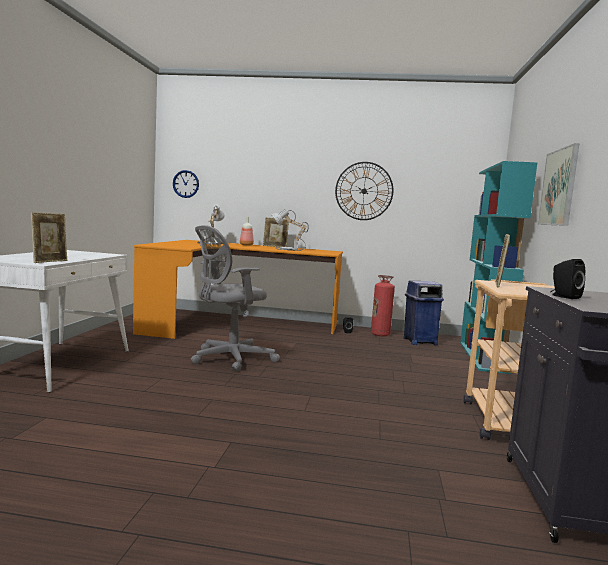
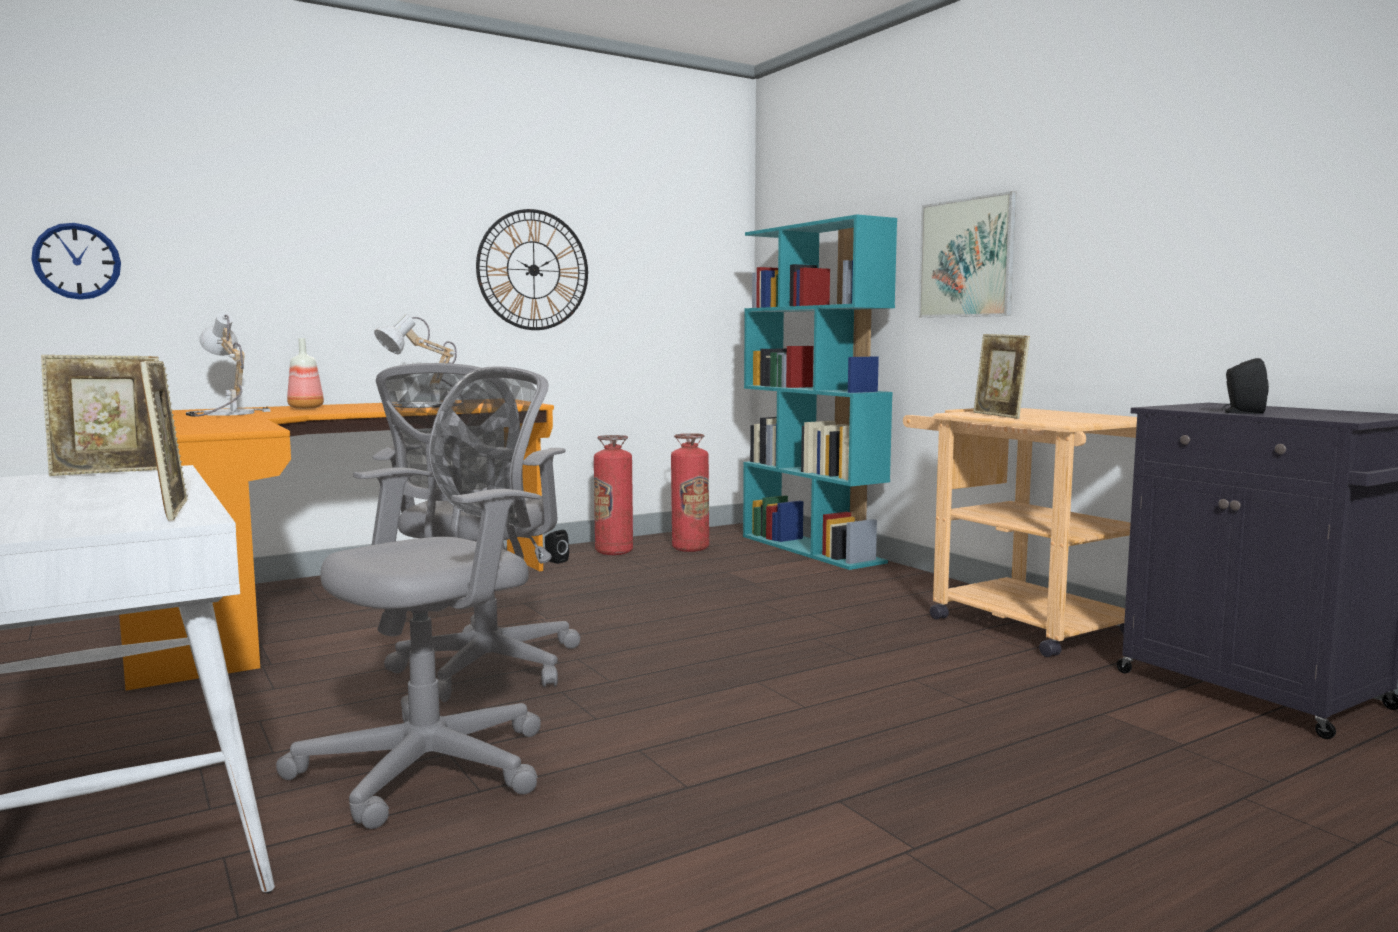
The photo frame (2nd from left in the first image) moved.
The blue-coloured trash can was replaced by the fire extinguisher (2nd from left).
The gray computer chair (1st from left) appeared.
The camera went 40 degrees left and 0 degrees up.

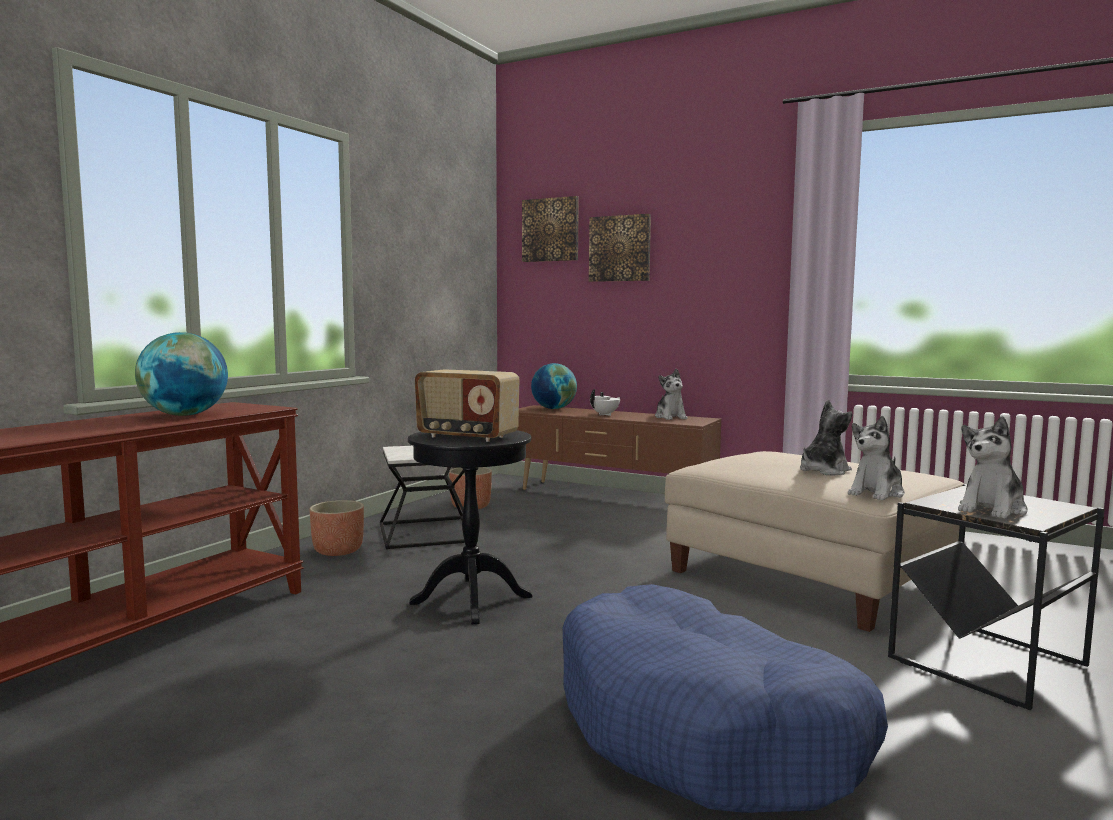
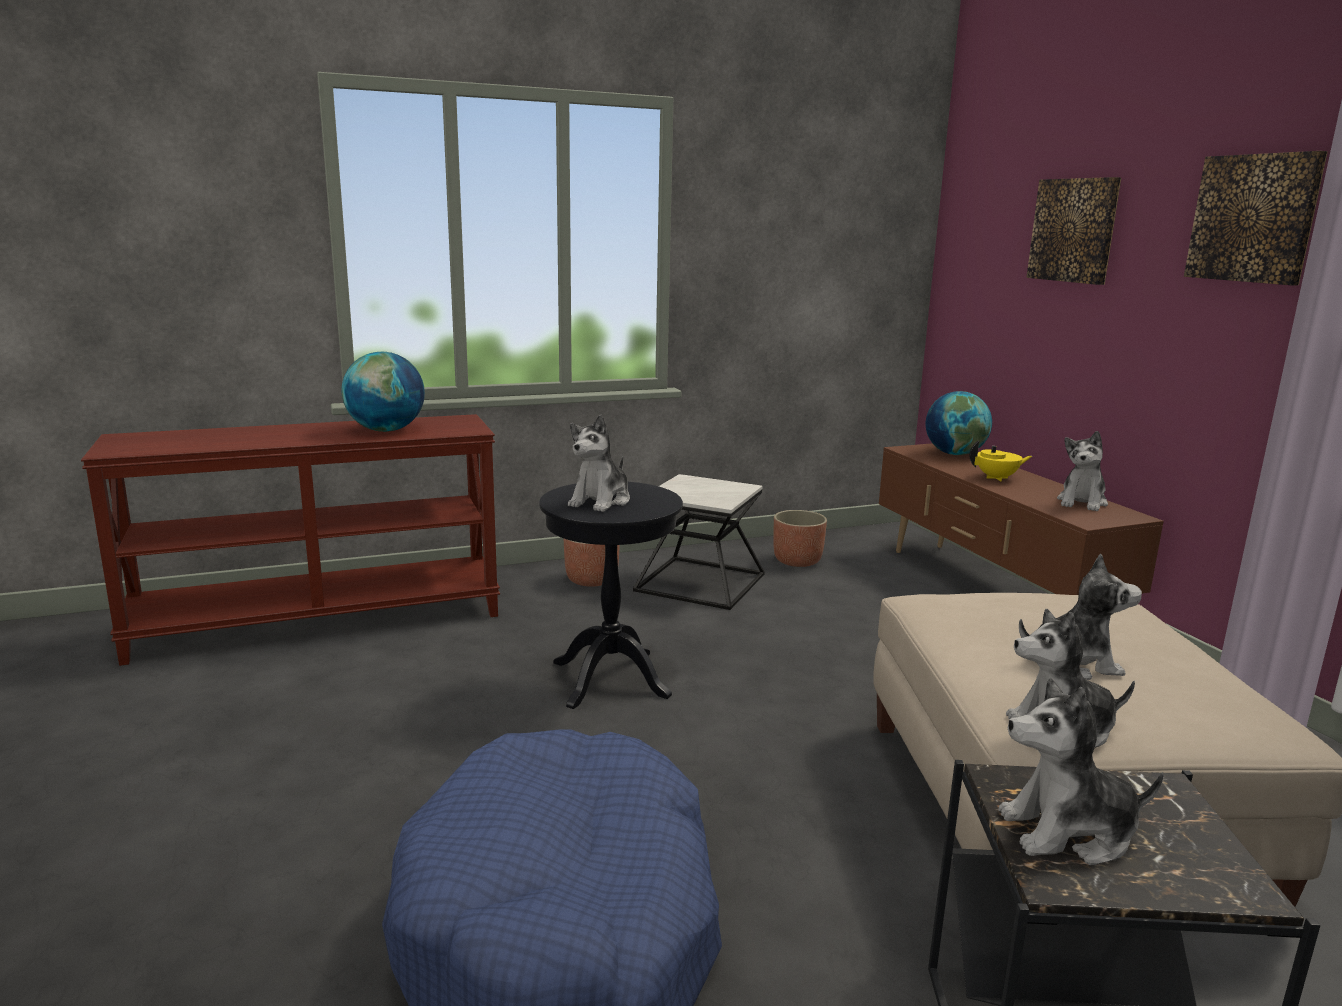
The radio was replaced by the plush toy (1st from left).
The wall picture (1st from left in the first image) moved.
The white pot for tea became the yellow-coloured pot for tea.
The camera went 40 degrees right and 10 degrees up.

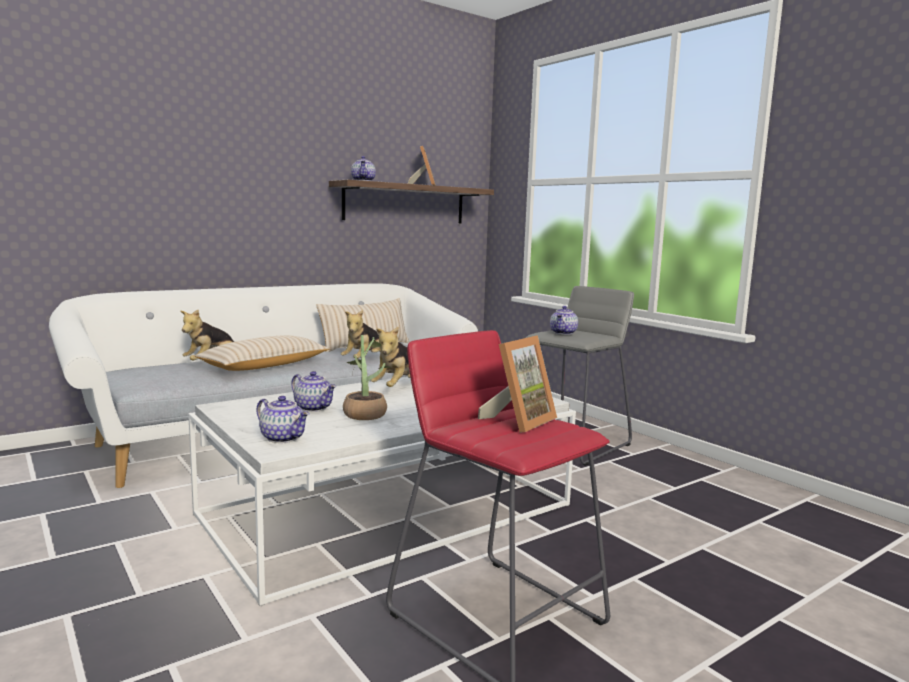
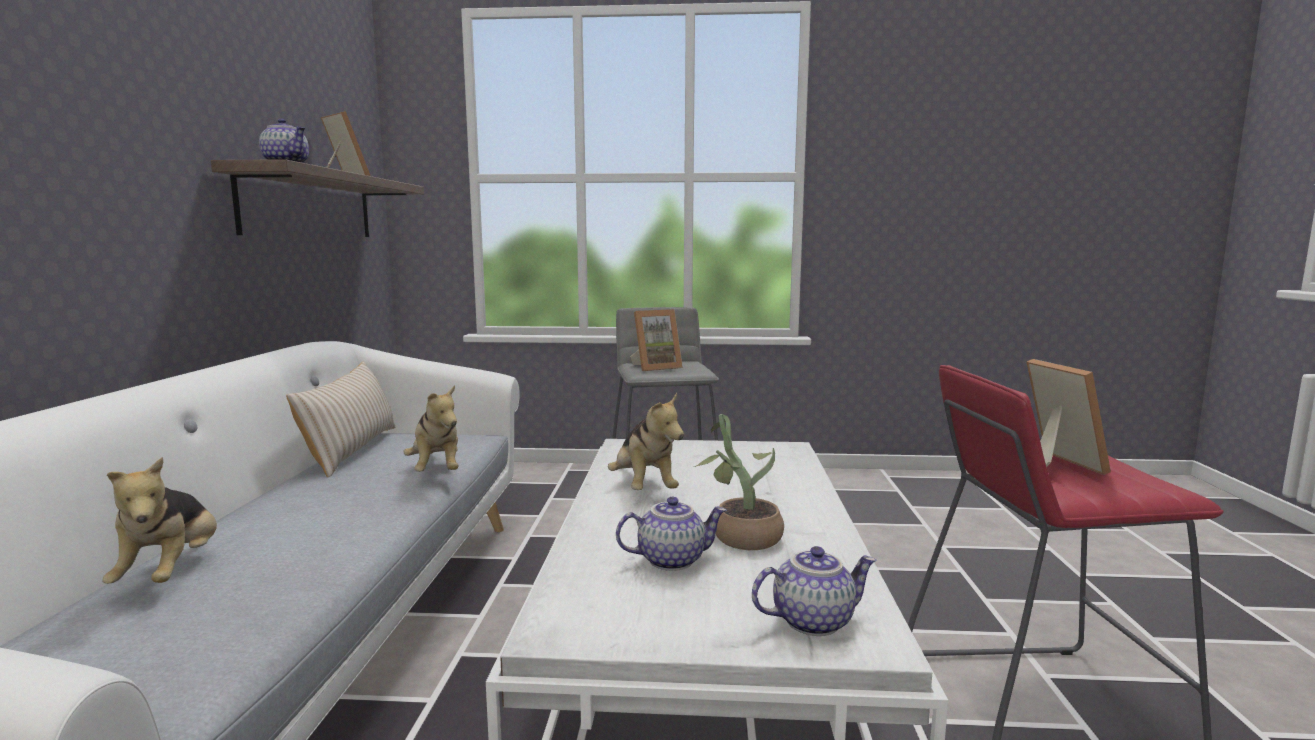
The sand-coloured cushion (1st from left) disappeared.
The pot for tea (4th from left) was replaced by the photo frame (2nd from left).
The camera went 50 degrees left and 0 degrees up.

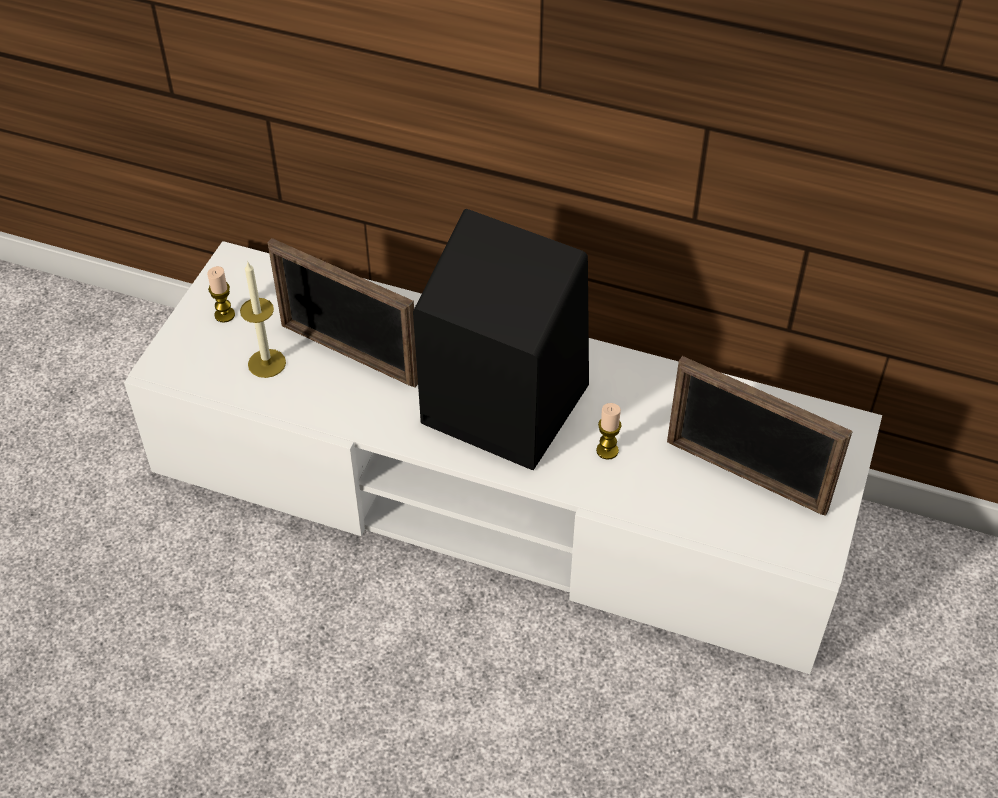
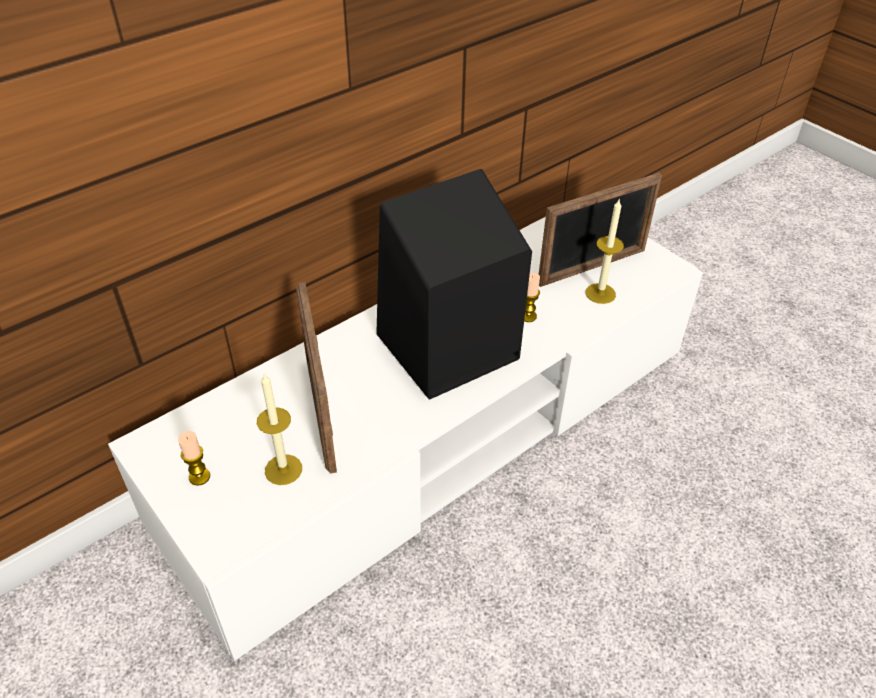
The photo frame (1st from left) turned 105 degrees clockwise.
The candle (4th from left) appeared.
The camera went 60 degrees left and 5 degrees down.

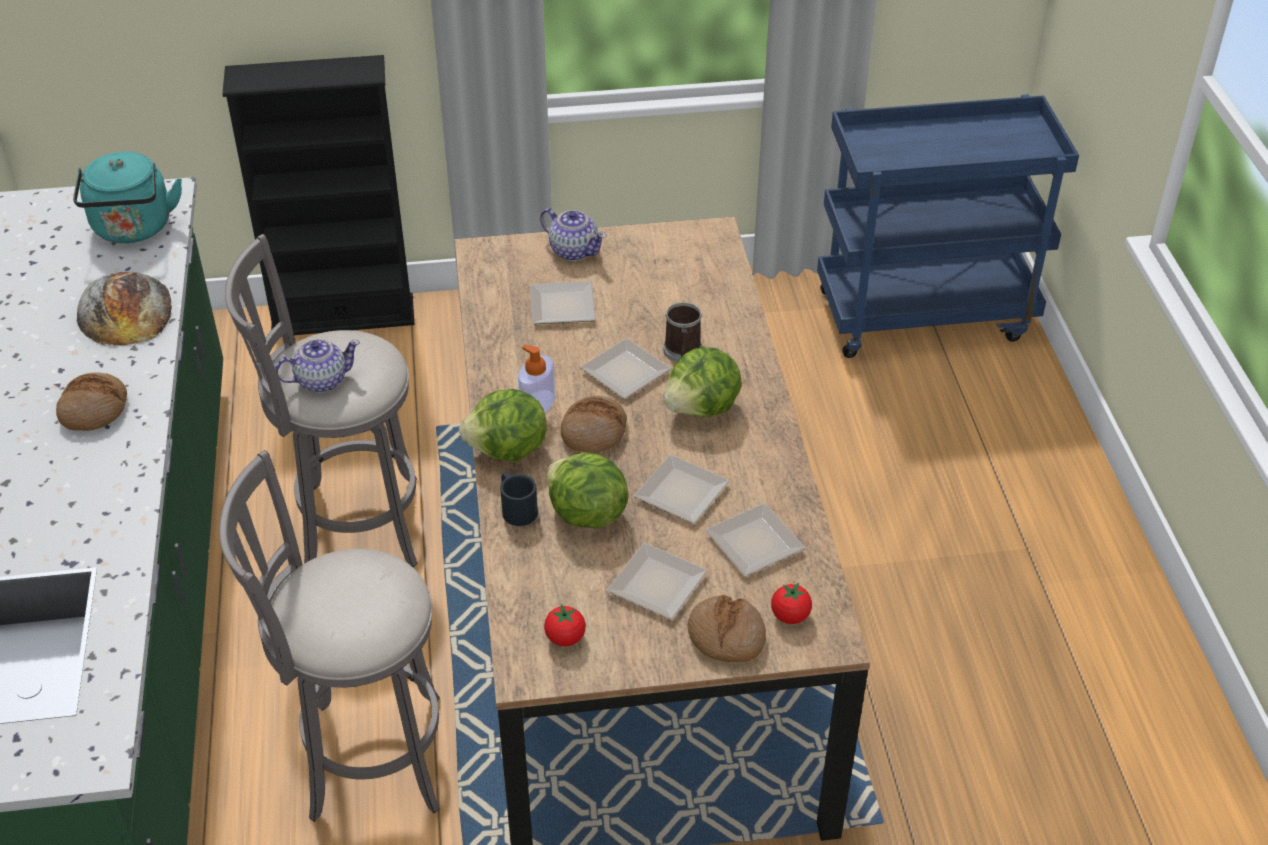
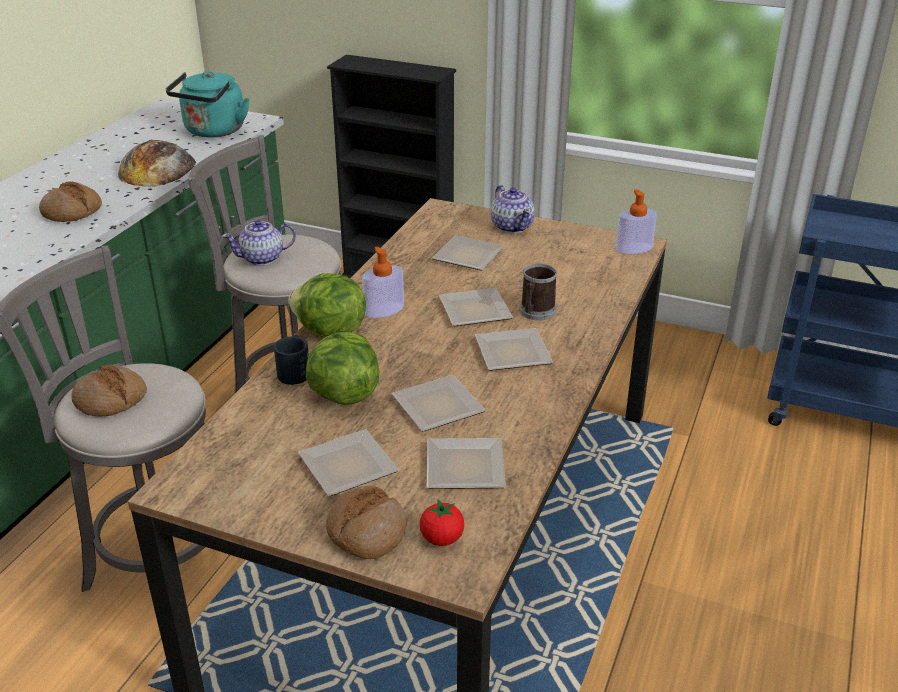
The pot for tea (1st from left) turned 150 degrees clockwise.
The tomato (1st from left) disappeared.
The baked bread (3rd from left in the first image) moved.
The head of lettuce (3rd from left) was replaced by the flat dish (6th from left).
The soap dispenser (2nd from left) appeared.
The camera went 30 degrees right and 10 degrees down.

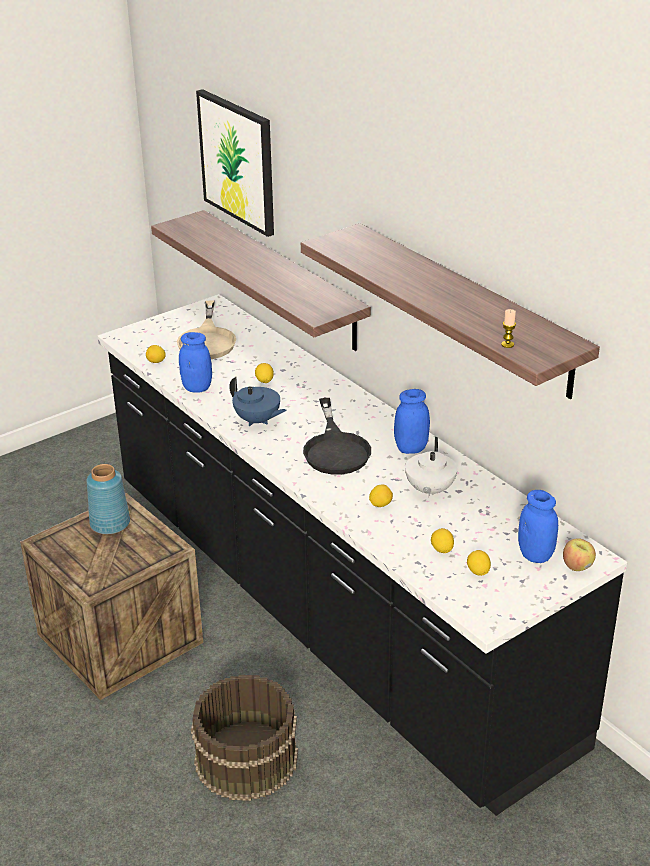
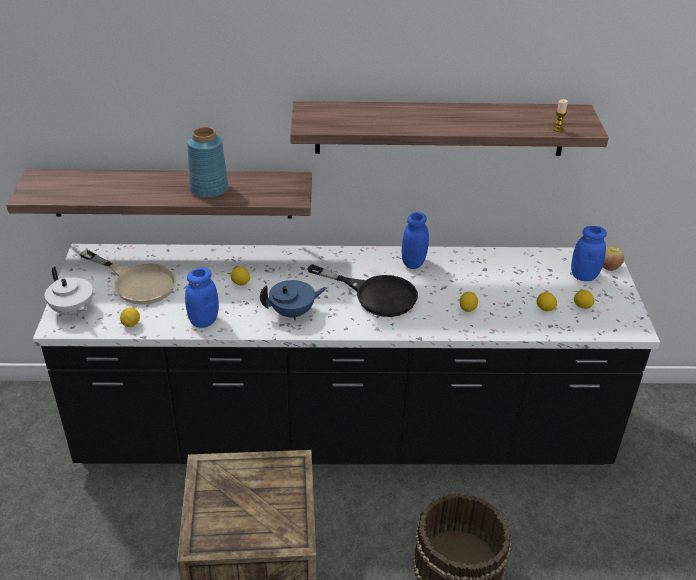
The blue-coloured flower vase moved.
The wall picture disappeared.
The white pot for tea moved.
The camera went 55 degrees left and 5 degrees up.

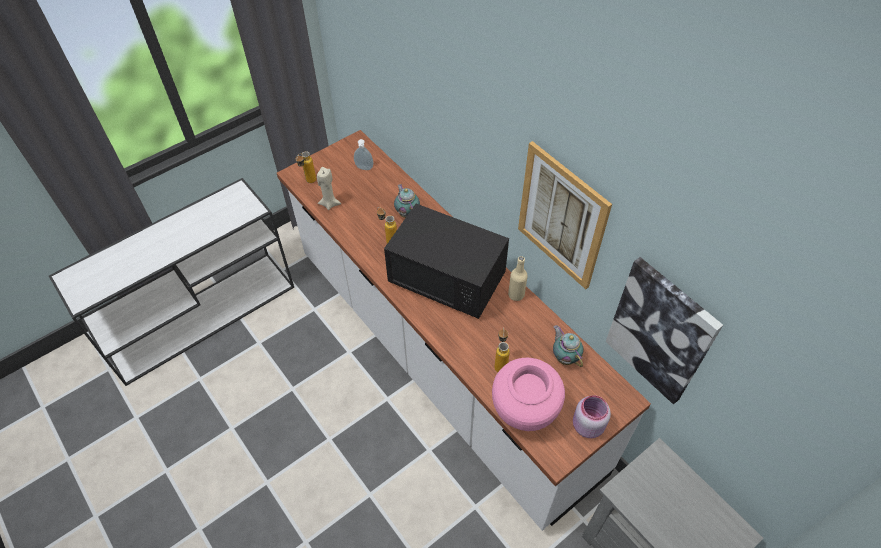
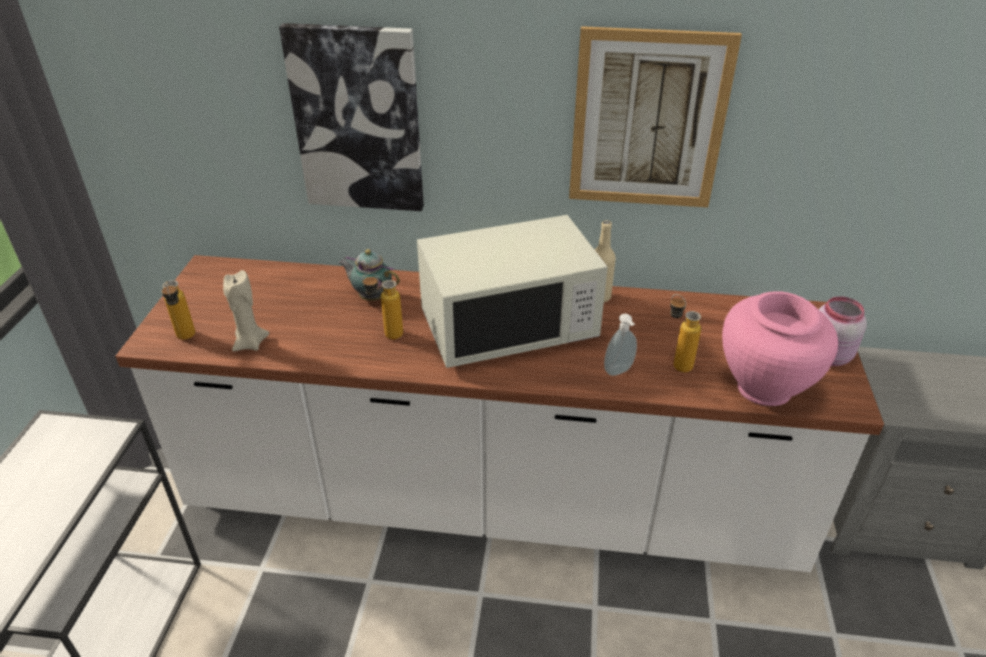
The soap dispenser moved.
The black-coloured kitchen microwave became the white kitchen microwave.
The pot for tea (2nd from left) disappeared.
The wall picture (2nd from left in the first image) moved.
The camera went 45 degrees left and 15 degrees down.

